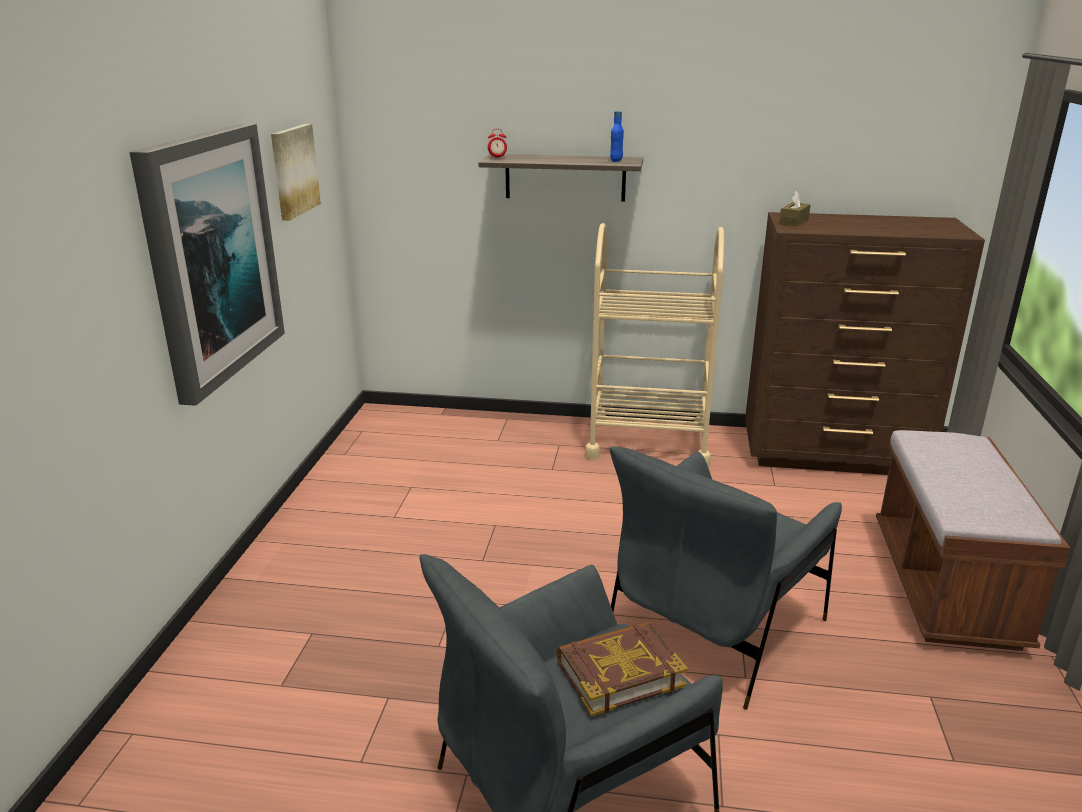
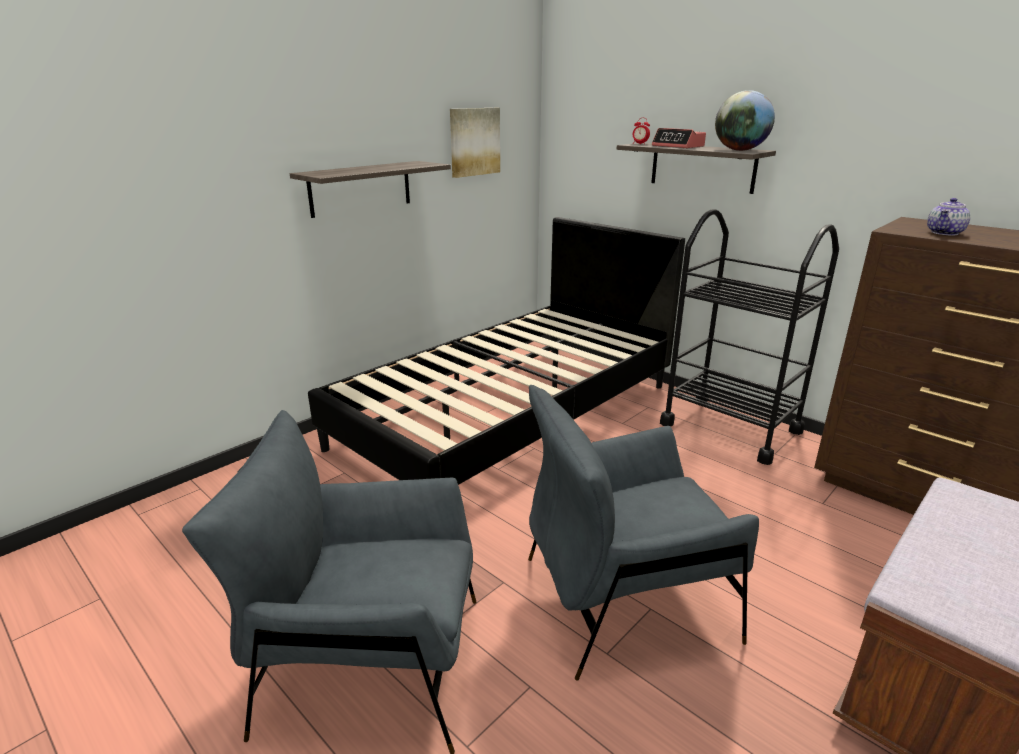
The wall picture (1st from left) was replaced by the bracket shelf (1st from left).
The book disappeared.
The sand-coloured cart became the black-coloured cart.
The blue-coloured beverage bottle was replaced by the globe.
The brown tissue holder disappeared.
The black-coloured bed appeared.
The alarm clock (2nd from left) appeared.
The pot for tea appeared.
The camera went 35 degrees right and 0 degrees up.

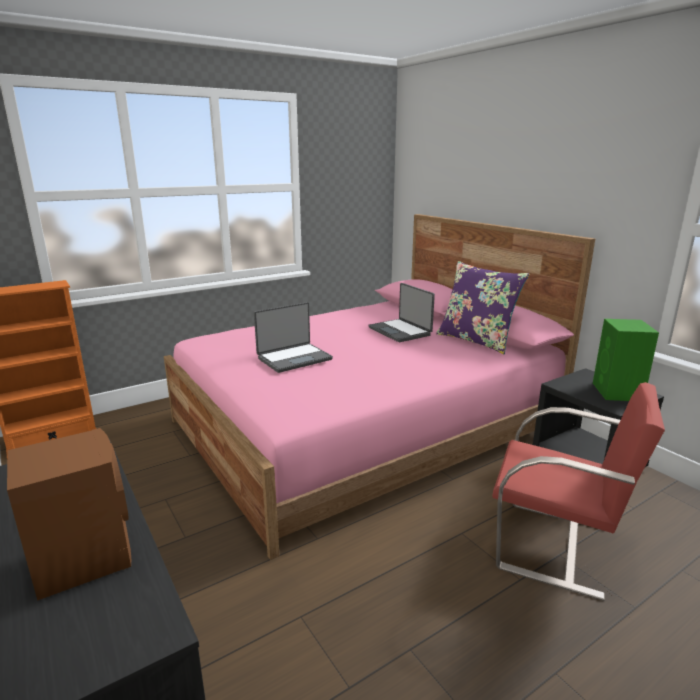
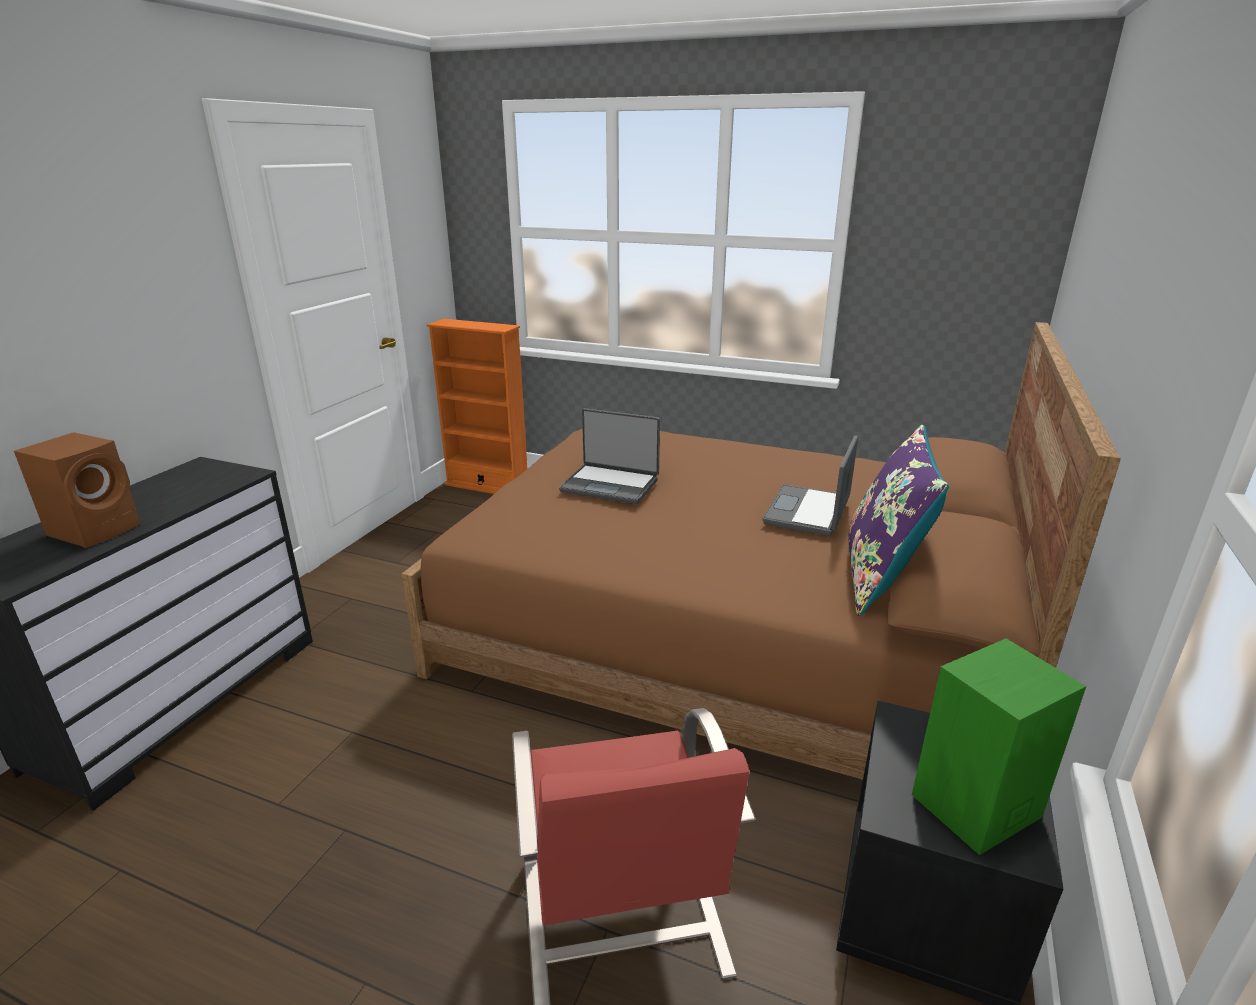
The pinkish bed became the brown bed.
The camera went 55 degrees right and 5 degrees up.

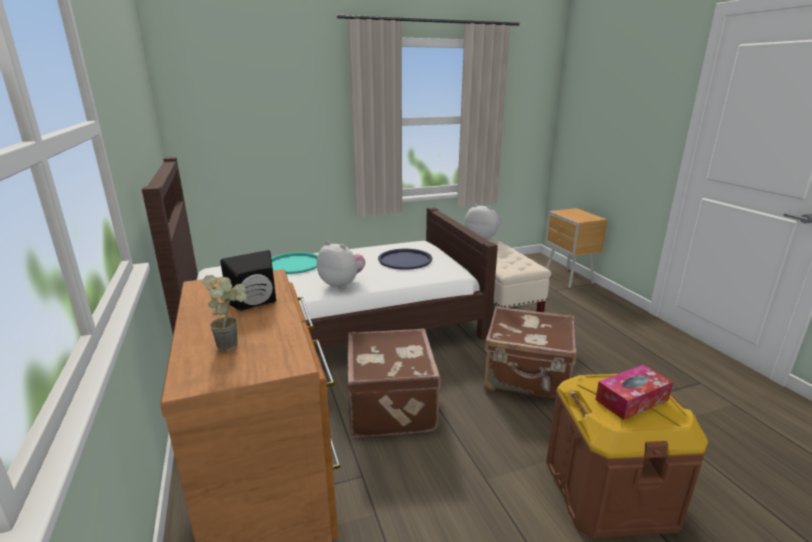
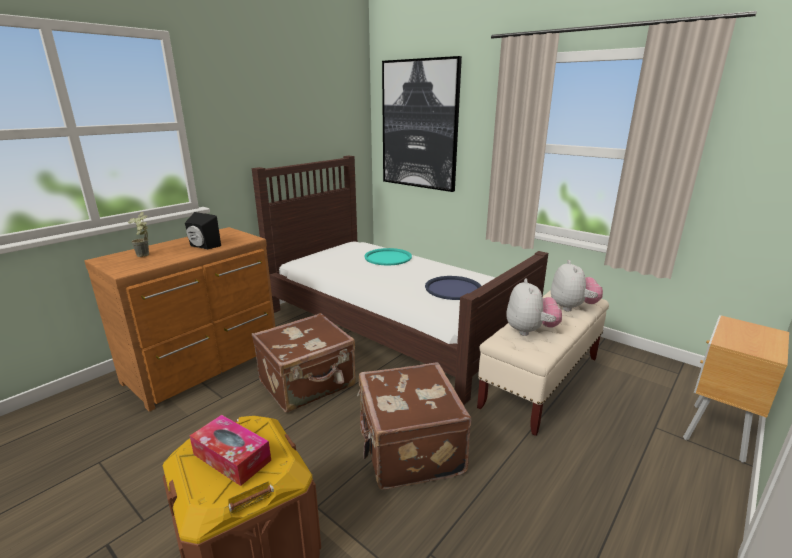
The plush toy (1st from left) moved.
The wall picture appeared.
The camera went 60 degrees right and 0 degrees up.

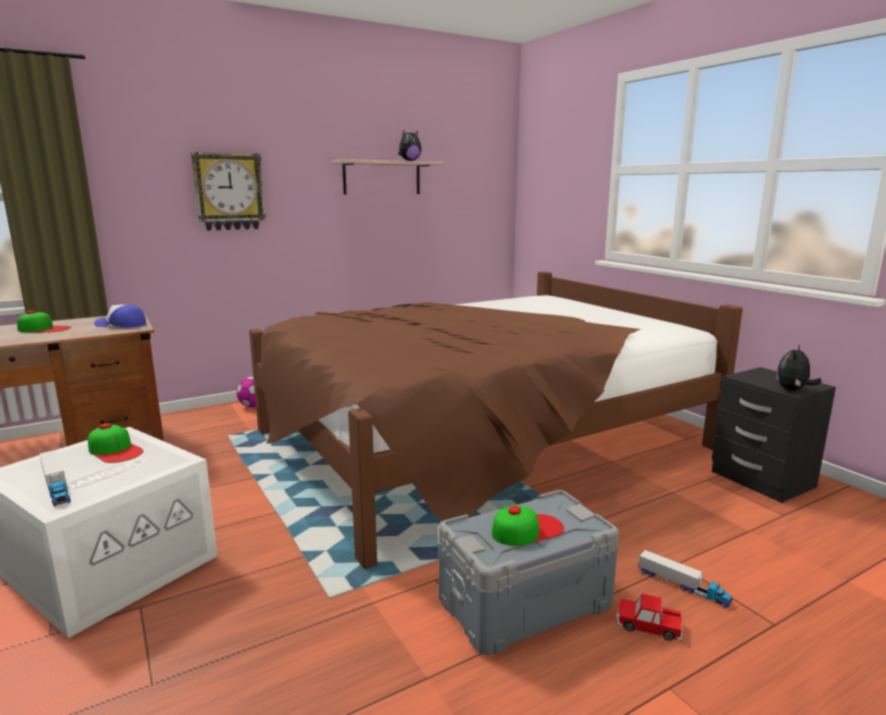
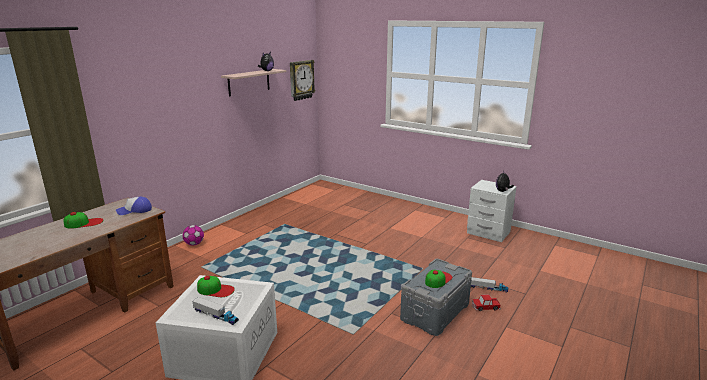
The hanging clock moved.
The brown bed disappeared.
The black-coloured nightstand became the white nightstand.
The camera went 25 degrees left and 5 degrees up.

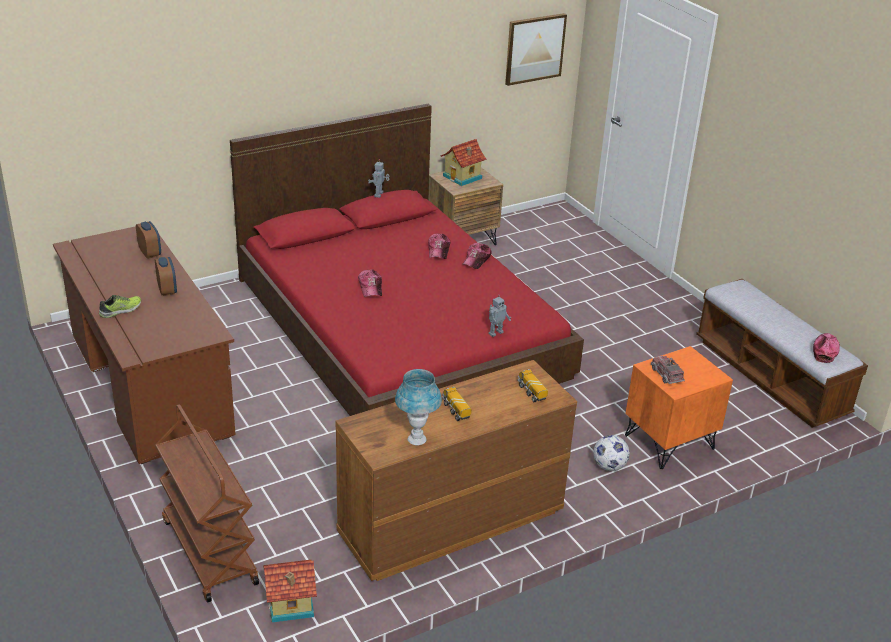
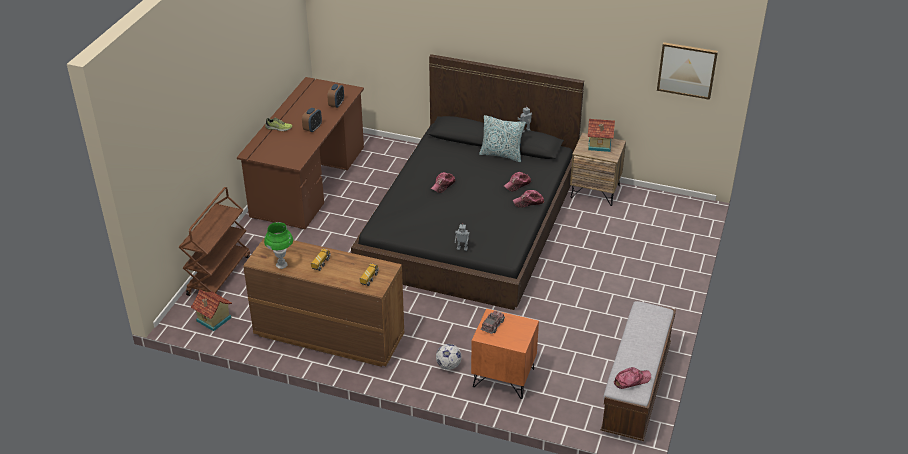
The red-coloured bed became the black-coloured bed.
The blue-coloured tabletop lamp became the greenish tabletop lamp.
The cushion appeared.
The camera went 50 degrees right and 5 degrees up.

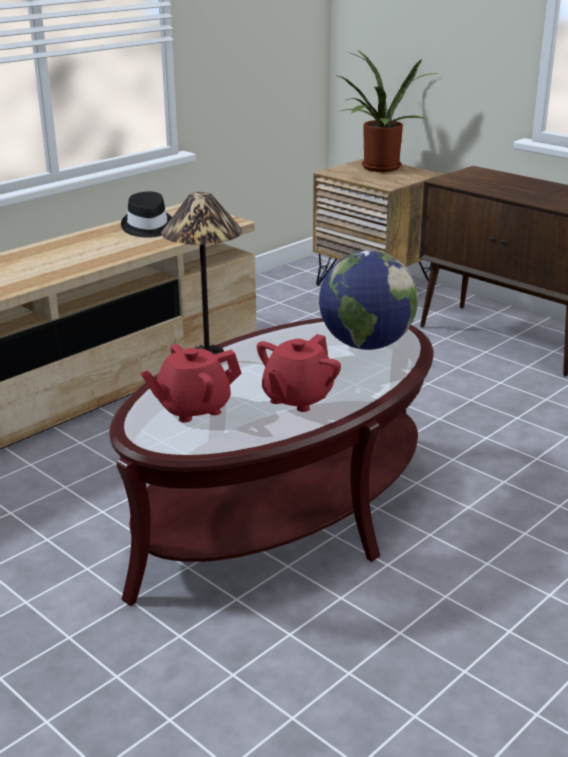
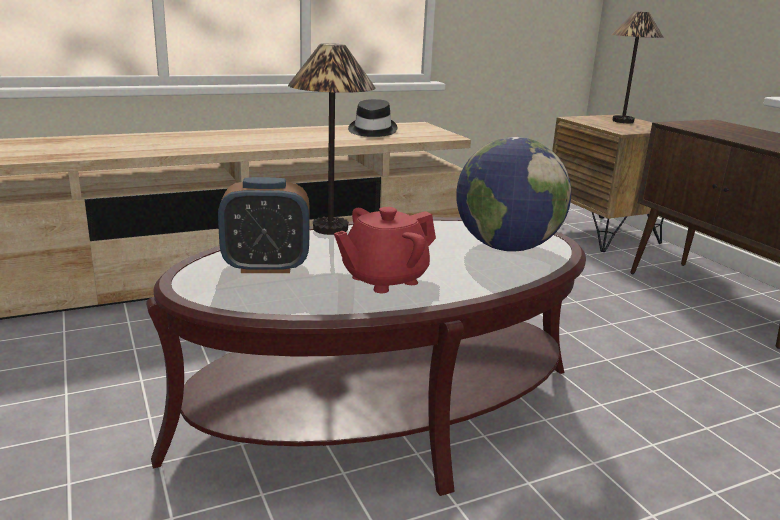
The red-coloured pot for tea (1st from left) was replaced by the alarm clock.
The houseplant was replaced by the tabletop lamp (2nd from left).
The camera went 20 degrees right and 5 degrees down.

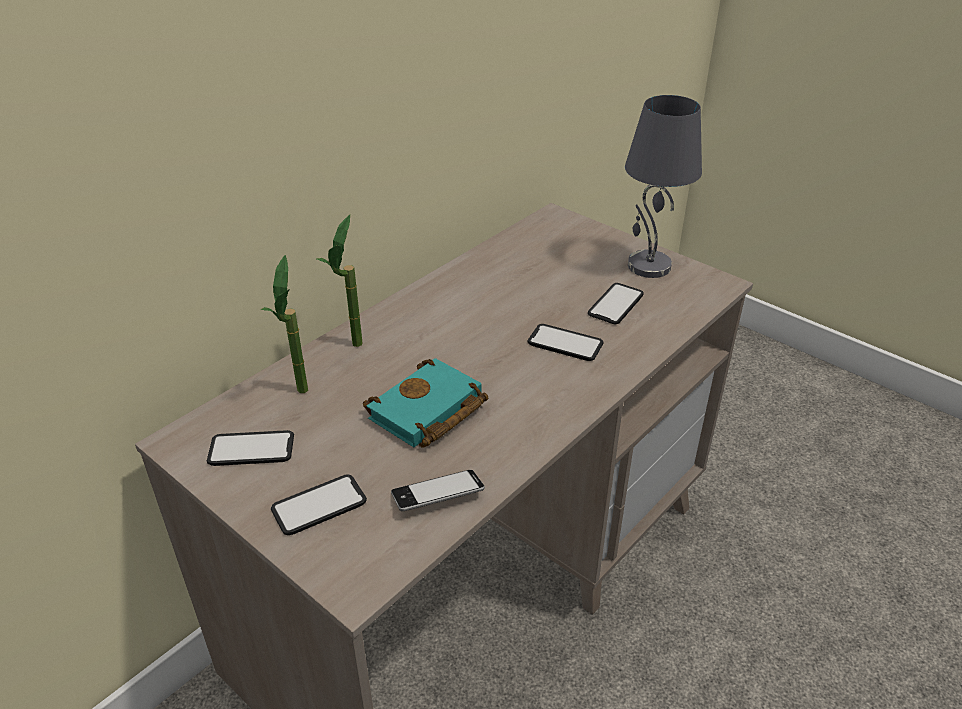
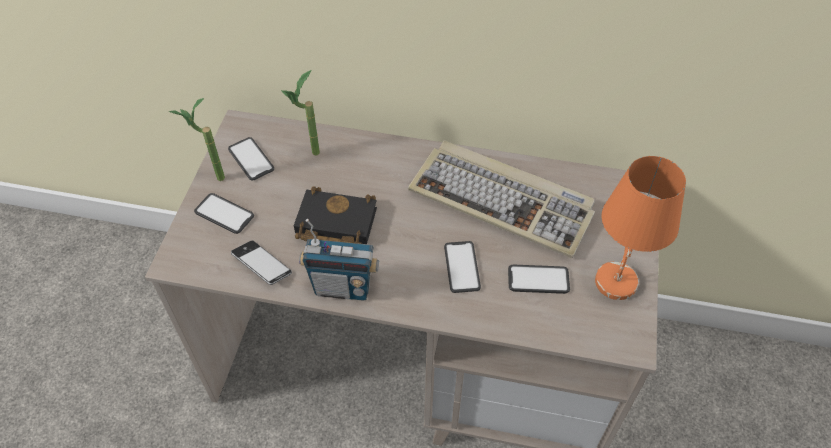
The houseplant (2nd from left in the first image) moved.
The blue-green book became the black-coloured book.
The gray tabletop lamp became the orangey tabletop lamp.
The radio appeared.
The computer keyboard appeared.
The camera went 60 degrees right and 15 degrees up.

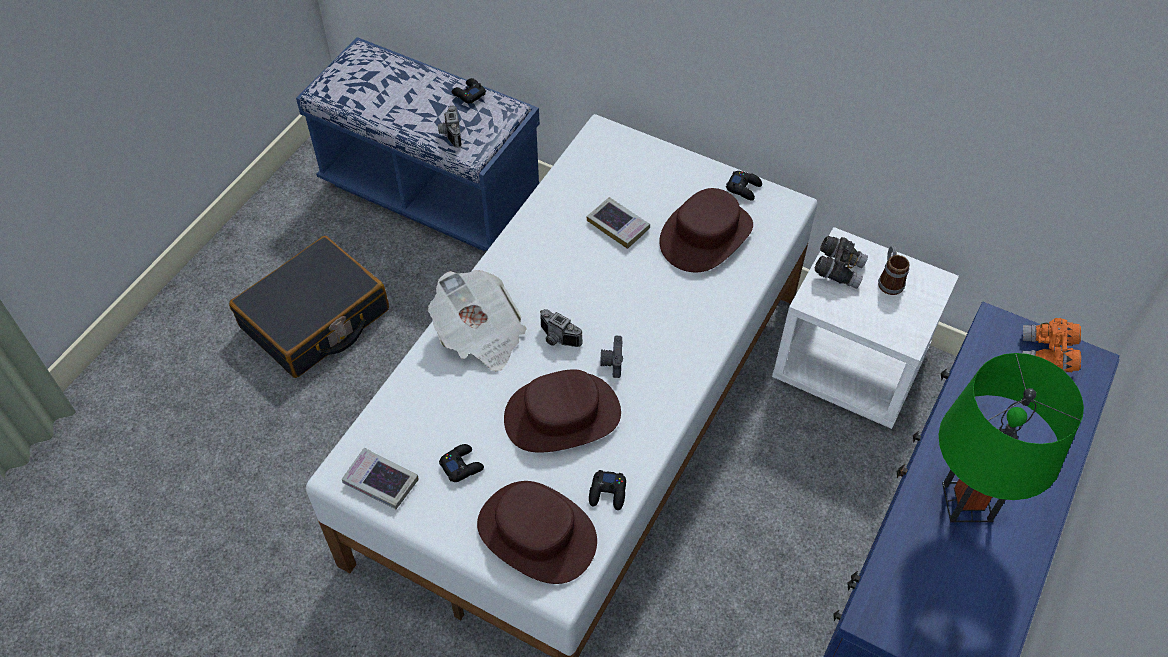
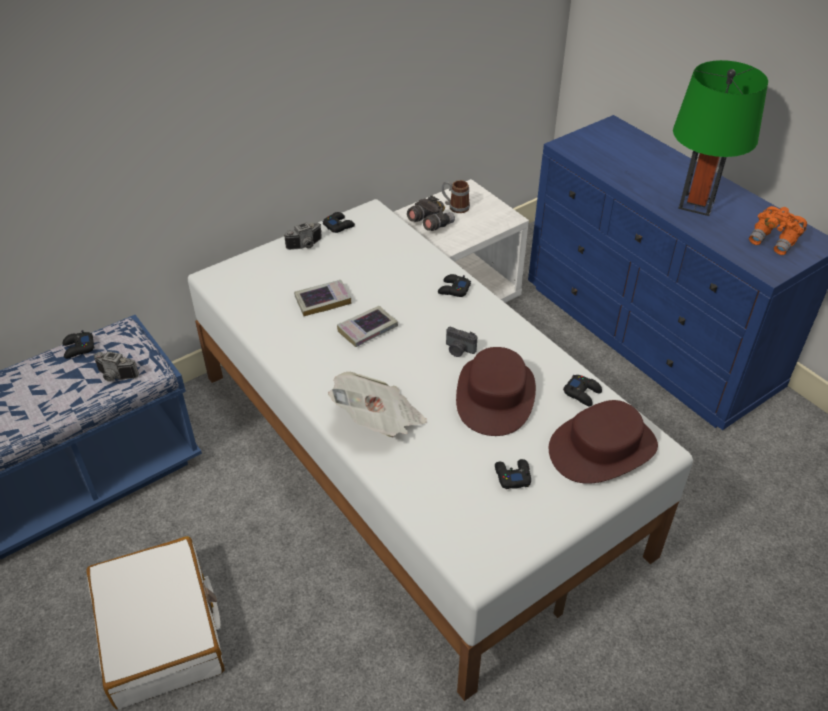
The black-coloured piece of luggage became the white piece of luggage.
The book (1st from left in the first image) moved.
The photo camera (2nd from left) moved.
The brown hat (3rd from left) disappeared.
The orangey binoculars moved.
The black-coloured gamepad (3rd from left) appeared.
The camera went 65 degrees left and 10 degrees down.

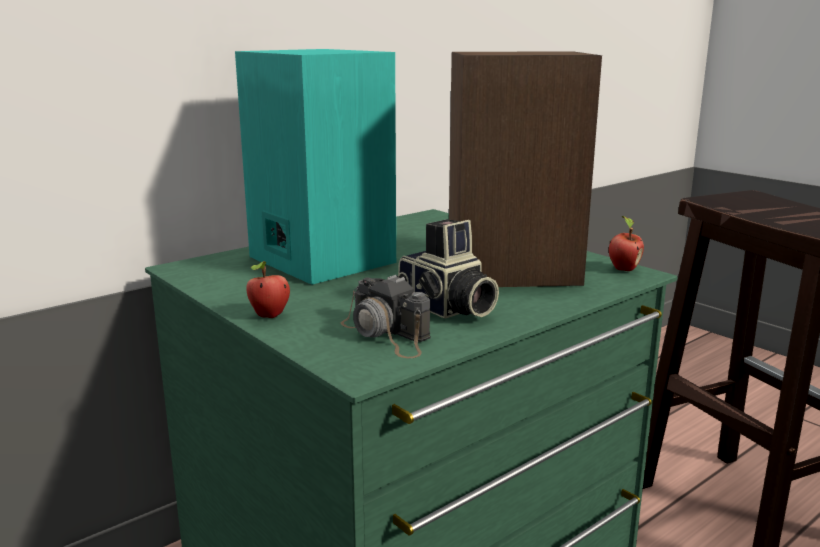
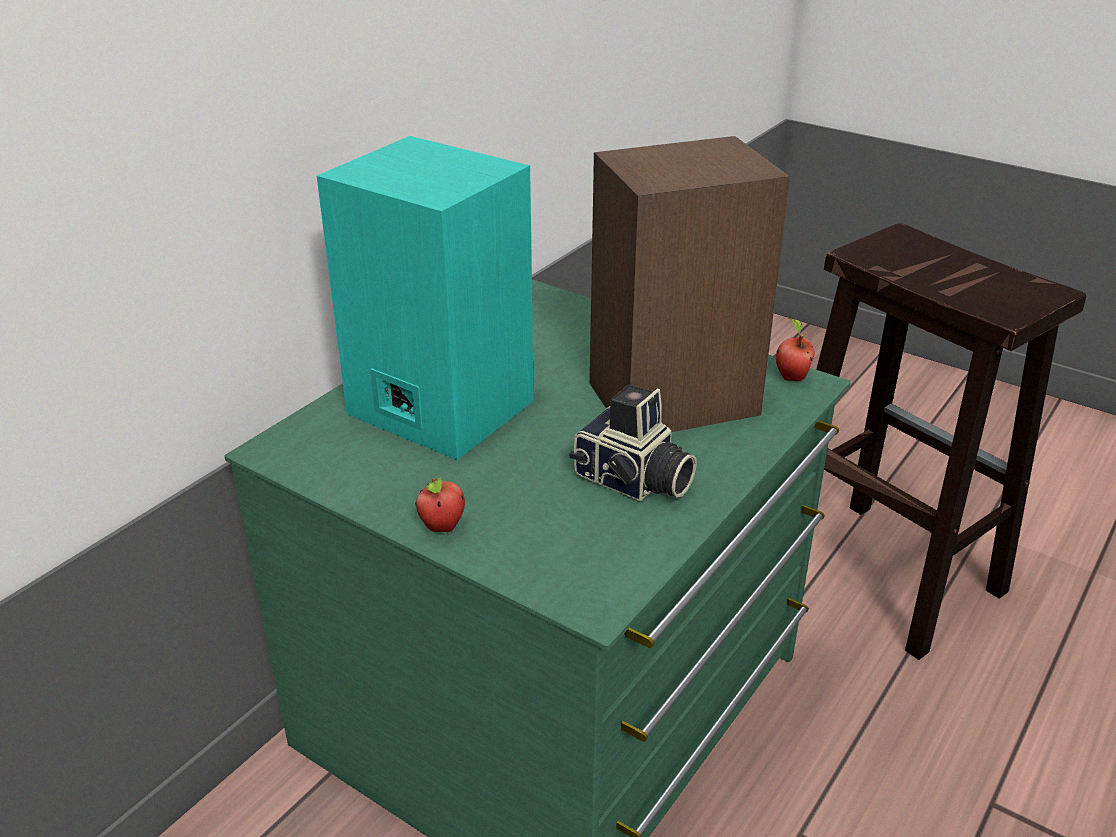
The photo camera (1st from left) disappeared.
The camera went 15 degrees left and 15 degrees up.

